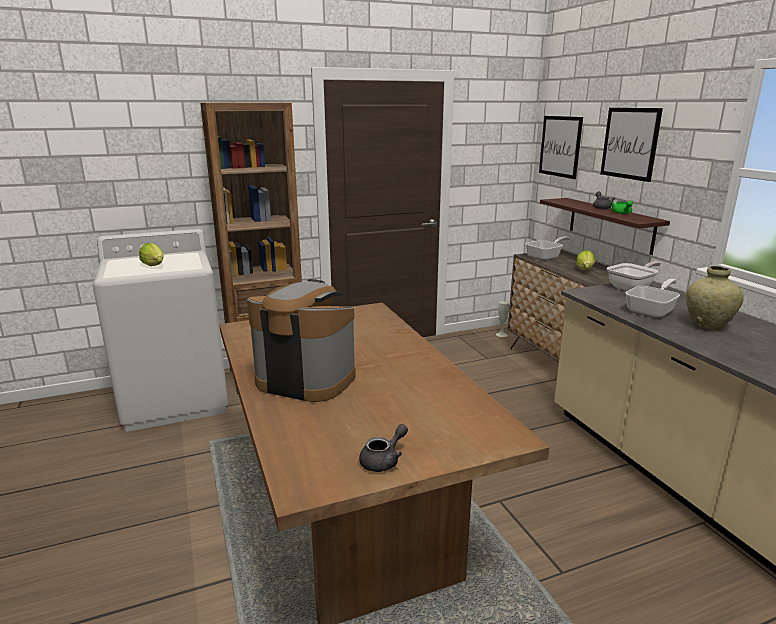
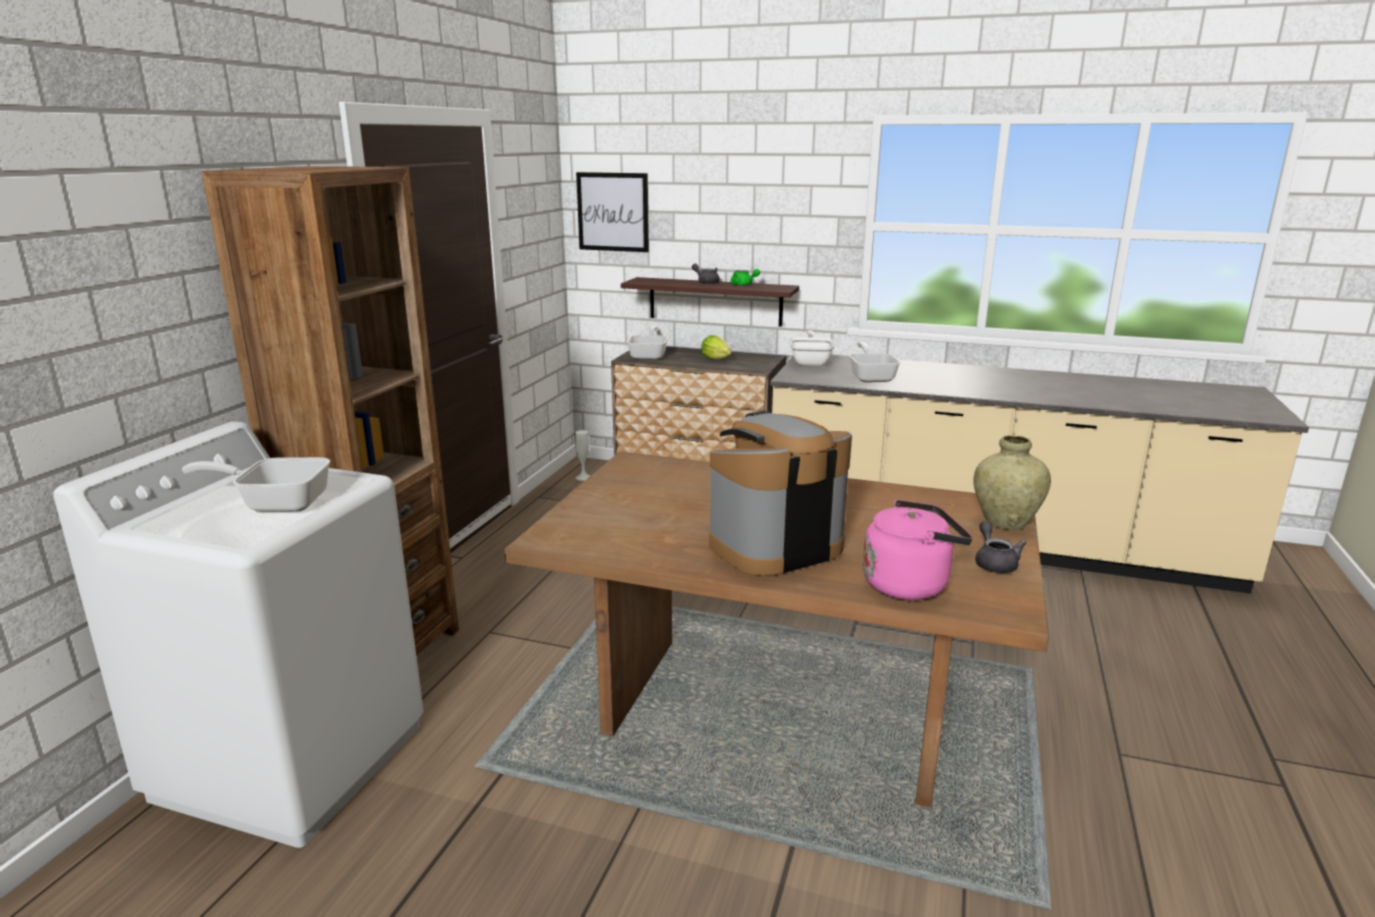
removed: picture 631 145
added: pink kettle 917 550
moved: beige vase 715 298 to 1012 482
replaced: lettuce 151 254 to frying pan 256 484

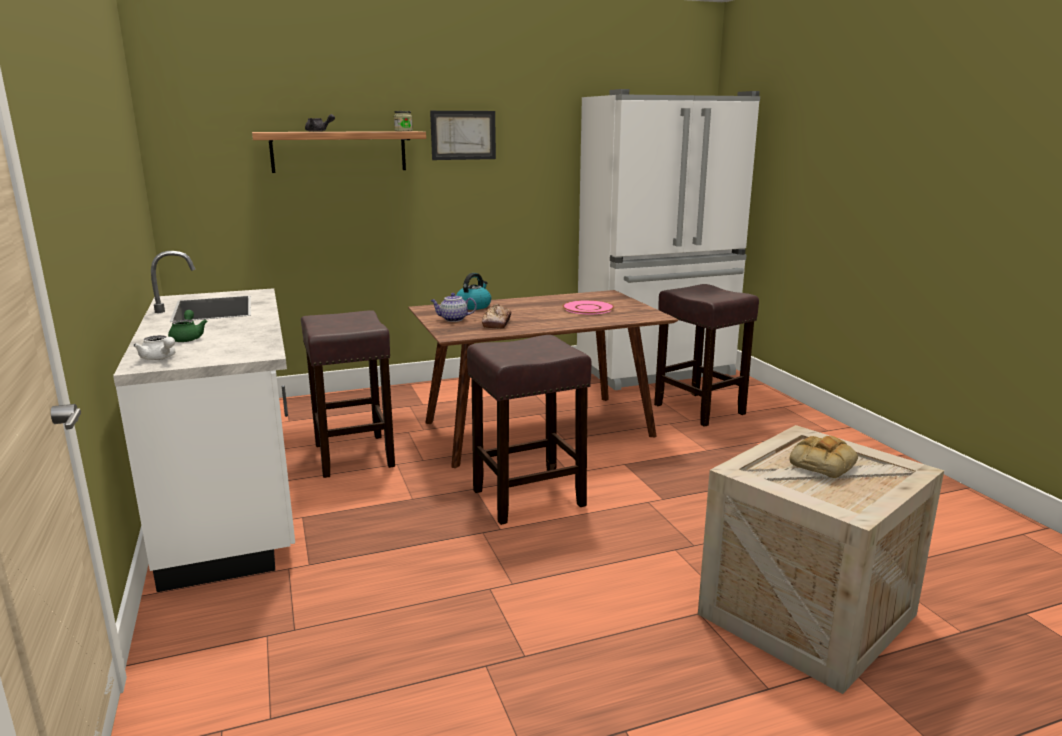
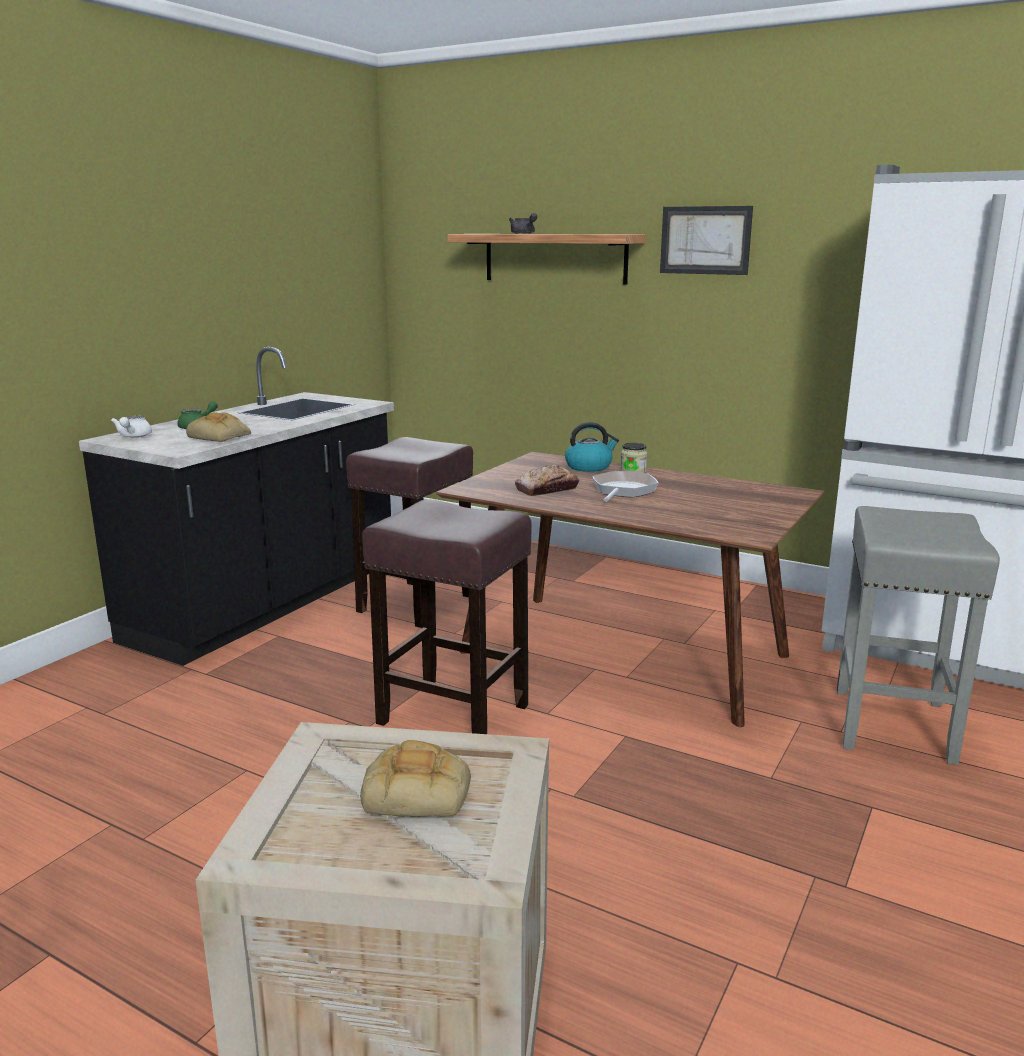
removed: teapot 453 307; pink plate 588 307
added: bread 218 427; frying pan 625 486
moved: jar 403 121 to 633 458
recoloured: white counter 204 421 to black counter 236 506; brown stool 706 355 to grey stool 918 635

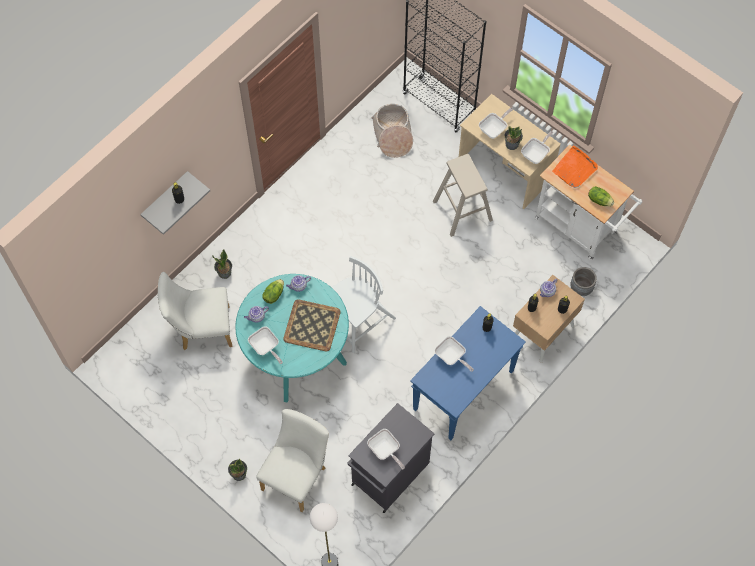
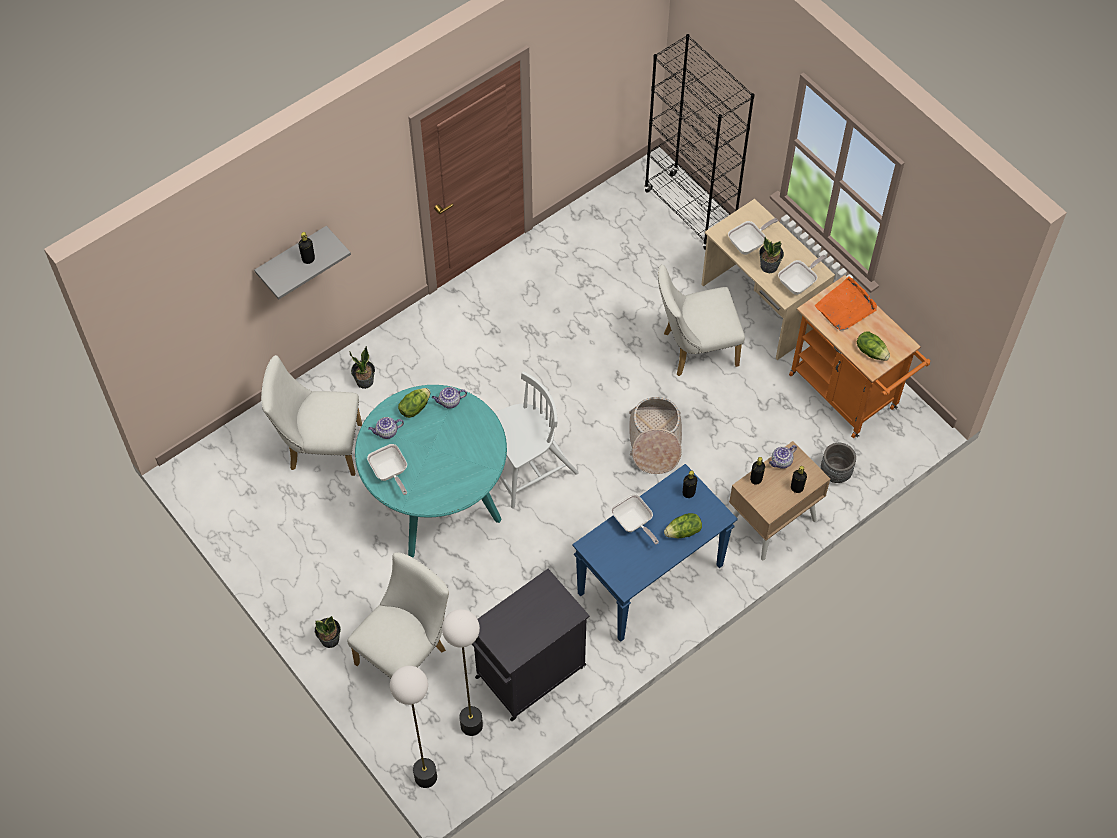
removed: tray 312 325; frying pan 386 449
added: lettuce 683 525; floor lamp 462 672
moved: basket 392 131 to 655 435
replaced: beige stool 463 195 to white chair 701 320
recoloured: white cart 588 202 to orange cart 859 356

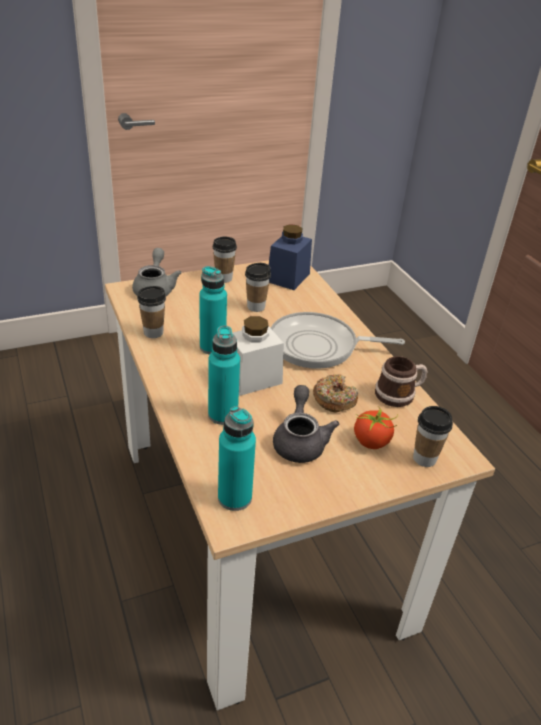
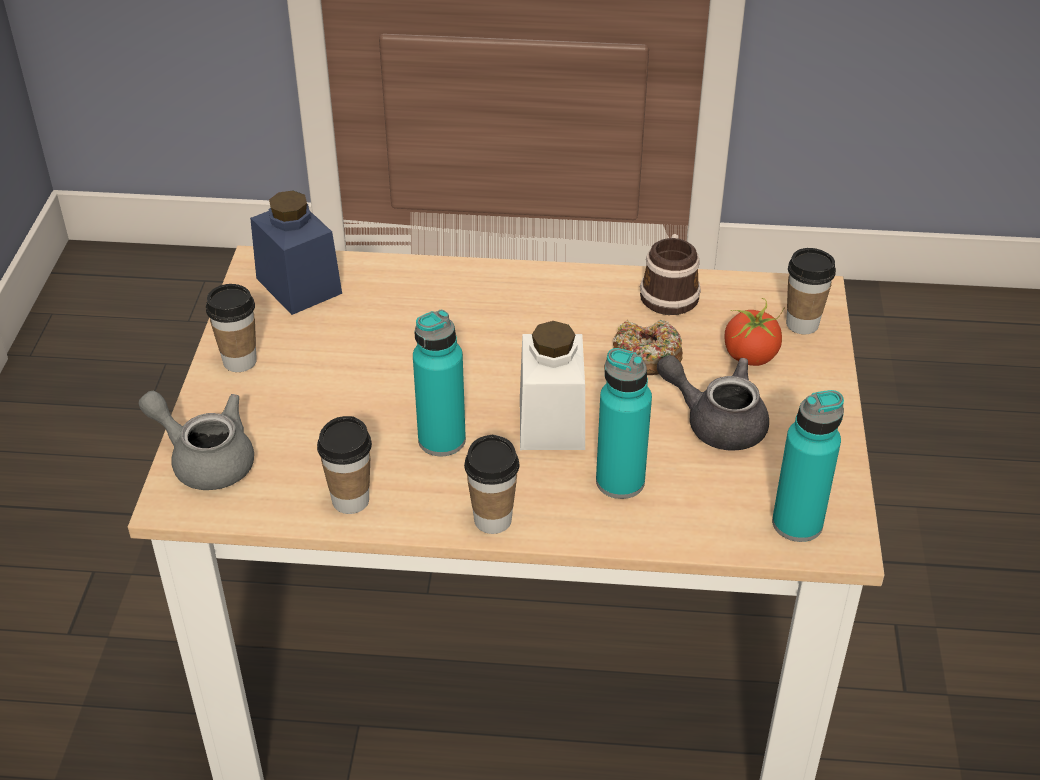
removed: frying pan 338 340
moved: cup 258 287 to 492 484

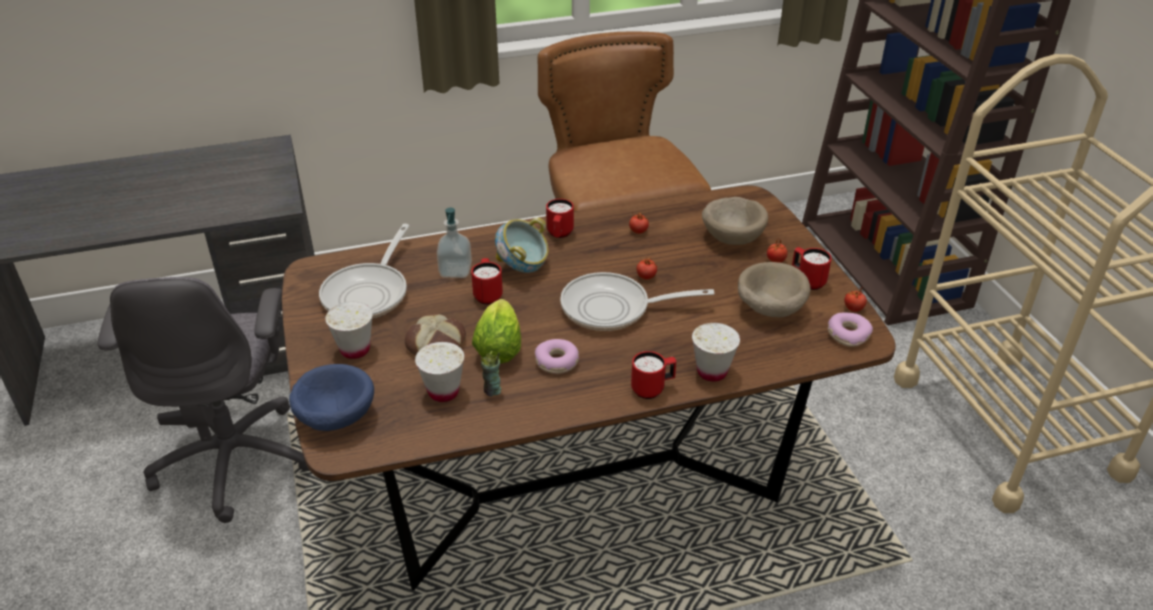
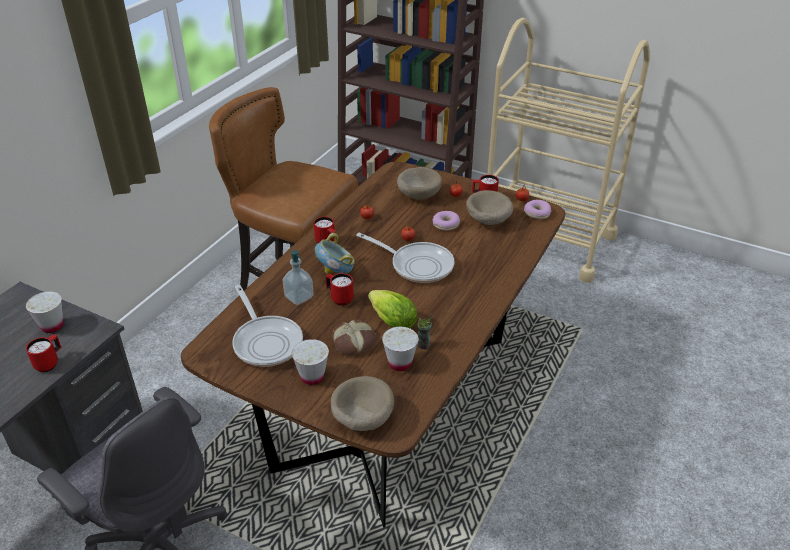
moved: white cup 716 352 to 44 312; donut 557 356 to 446 221; red mug 653 375 to 44 353
recoloured: blue bowl 331 397 to beige bowl 362 403
turned: frying pan 637 301 = 405 258 105 degrees counterclockwise

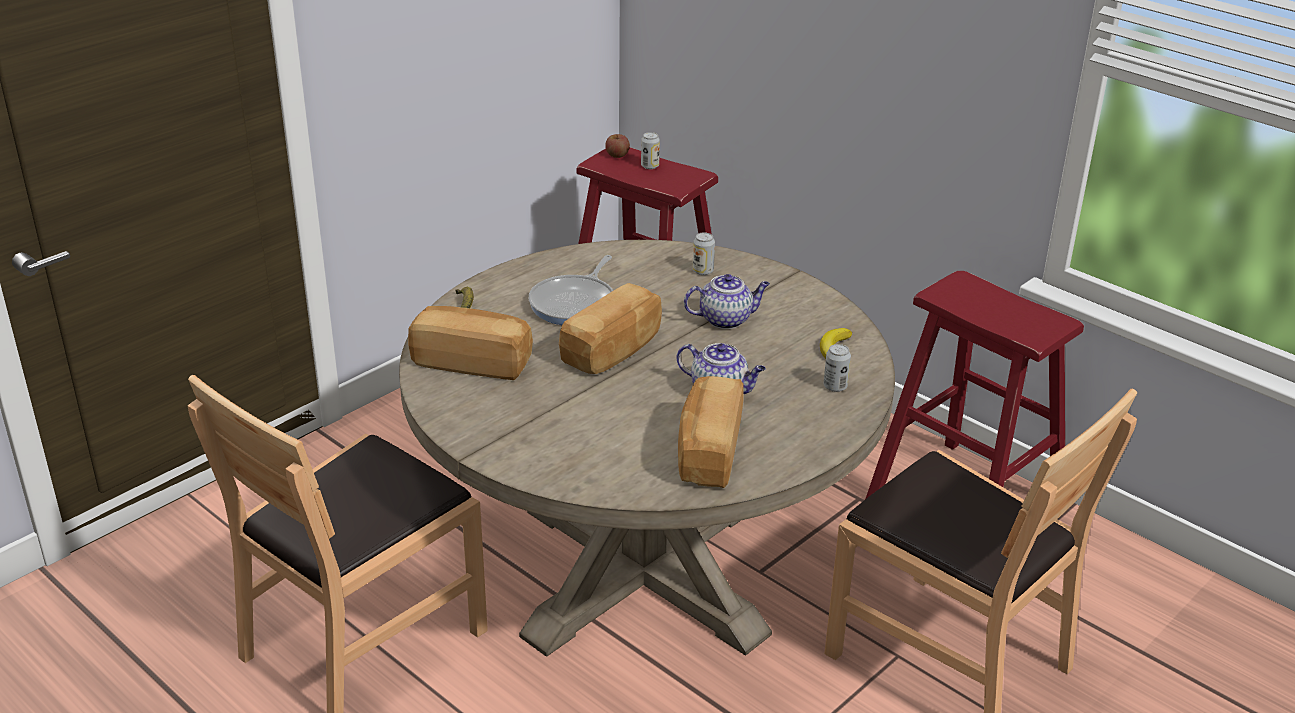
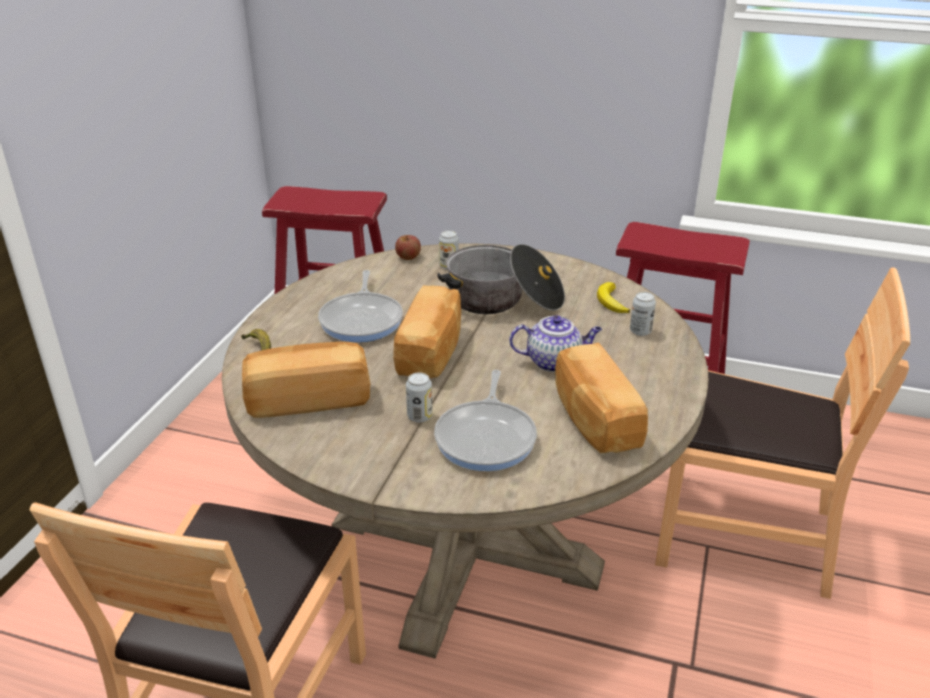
added: frying pan 485 420
moved: can 650 150 to 419 397; apple 617 146 to 408 247
replaced: teapot 727 301 to cooking pot 501 279

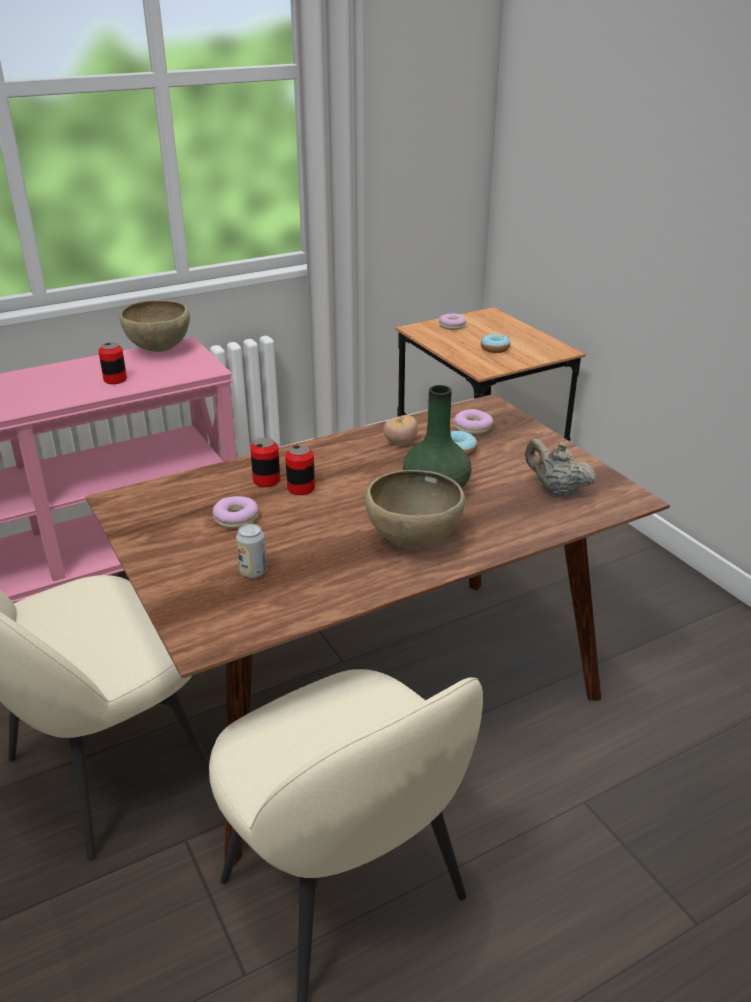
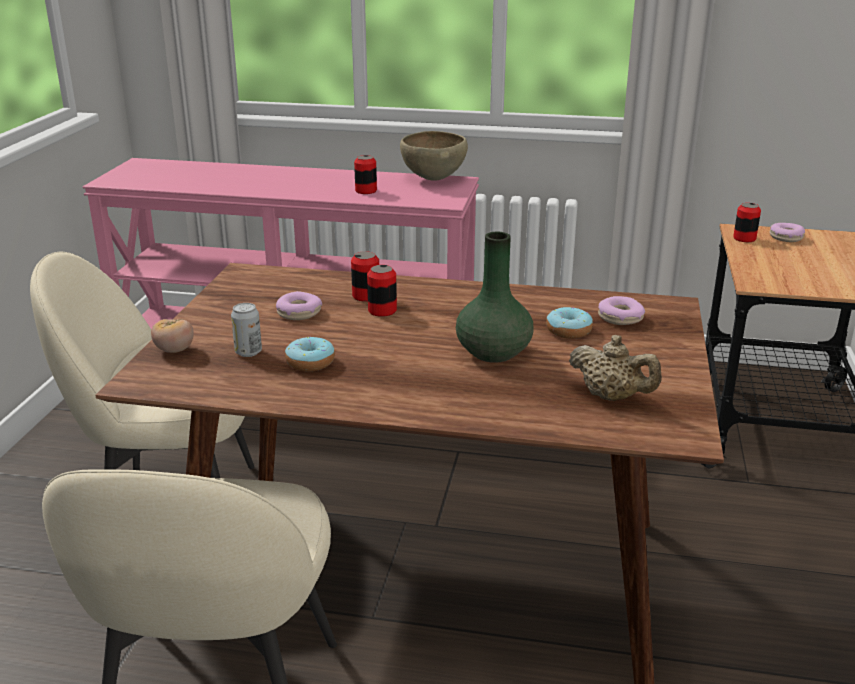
removed: brown bowl 415 509
added: can 747 222
moved: donut 495 343 to 310 354; tomato 400 429 to 172 336
turned: beige teapot 560 467 = 615 368 135 degrees clockwise

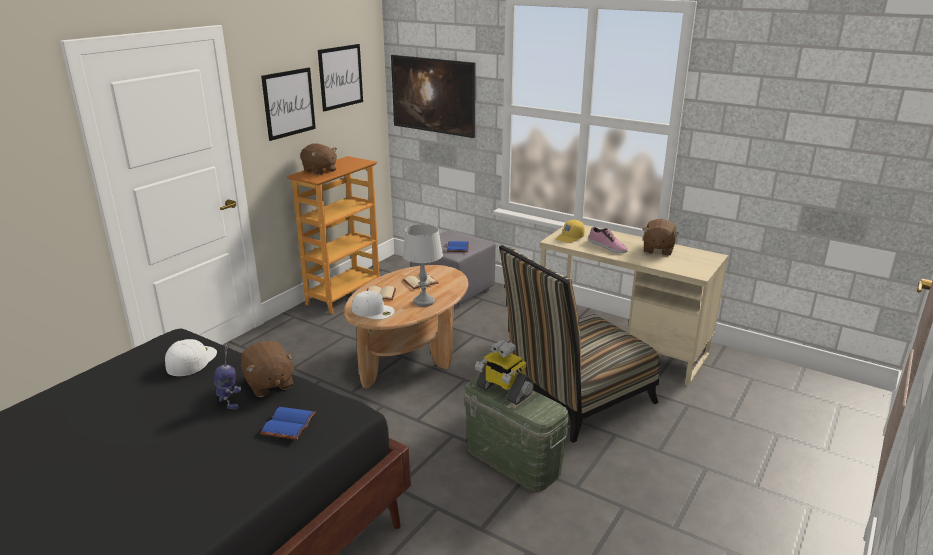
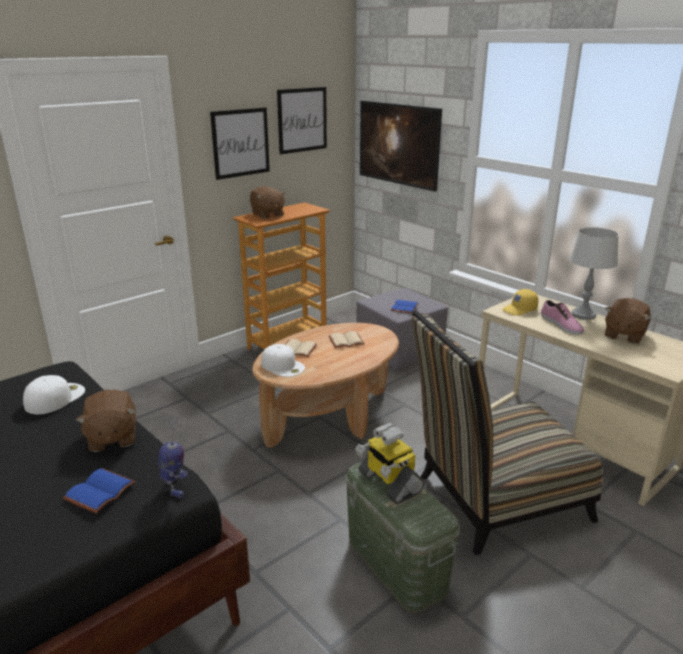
moved: grey table lamp 422 265 to 594 273; toy robot 227 375 to 173 457

